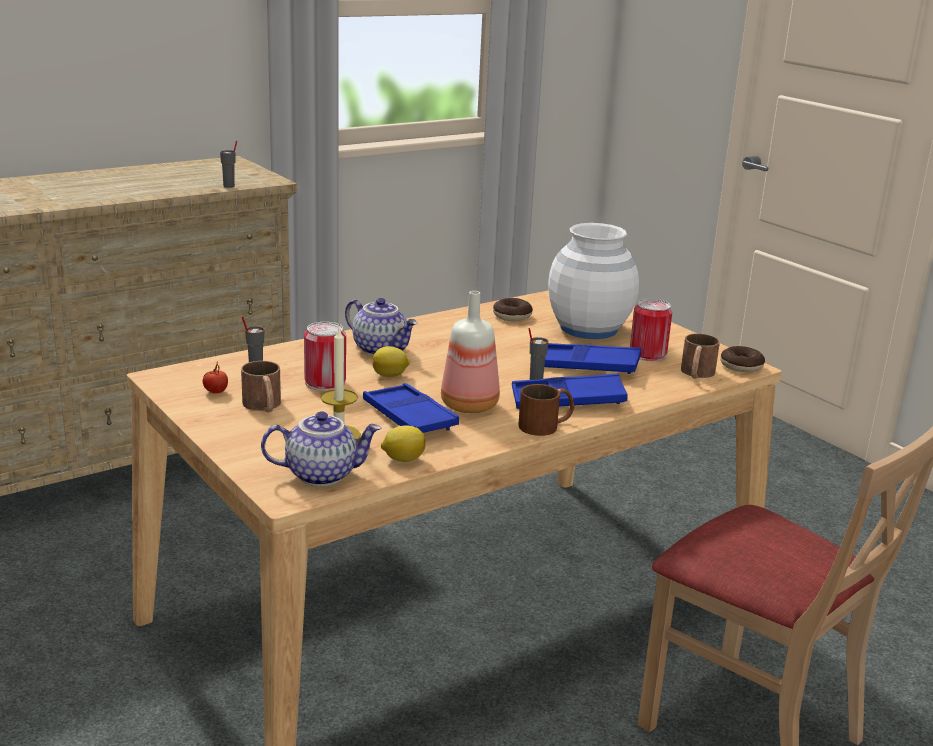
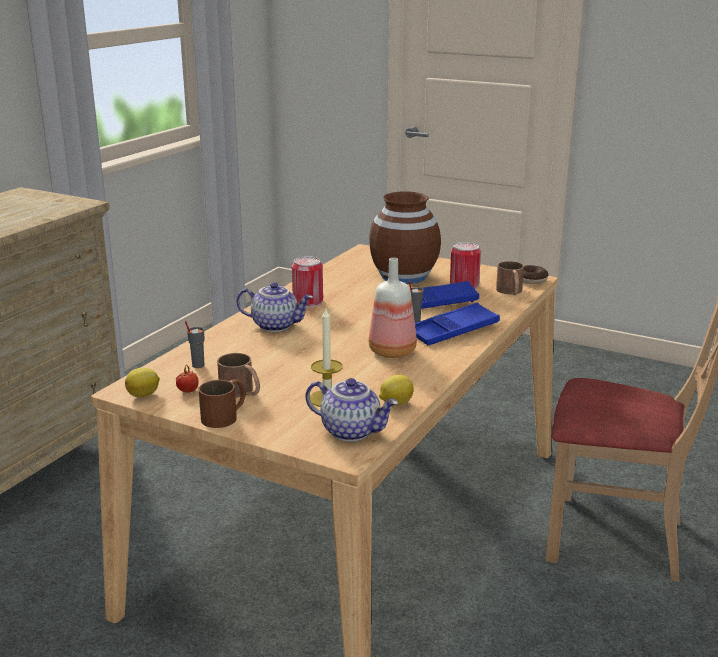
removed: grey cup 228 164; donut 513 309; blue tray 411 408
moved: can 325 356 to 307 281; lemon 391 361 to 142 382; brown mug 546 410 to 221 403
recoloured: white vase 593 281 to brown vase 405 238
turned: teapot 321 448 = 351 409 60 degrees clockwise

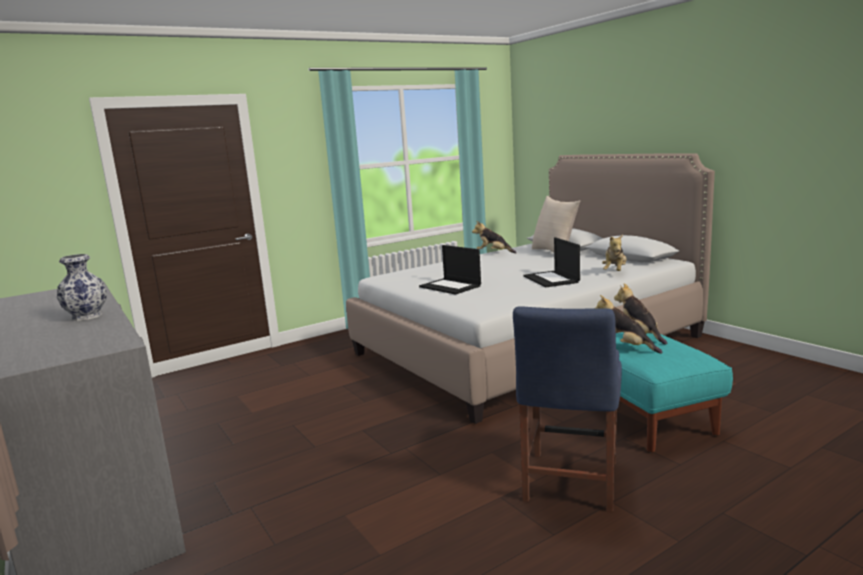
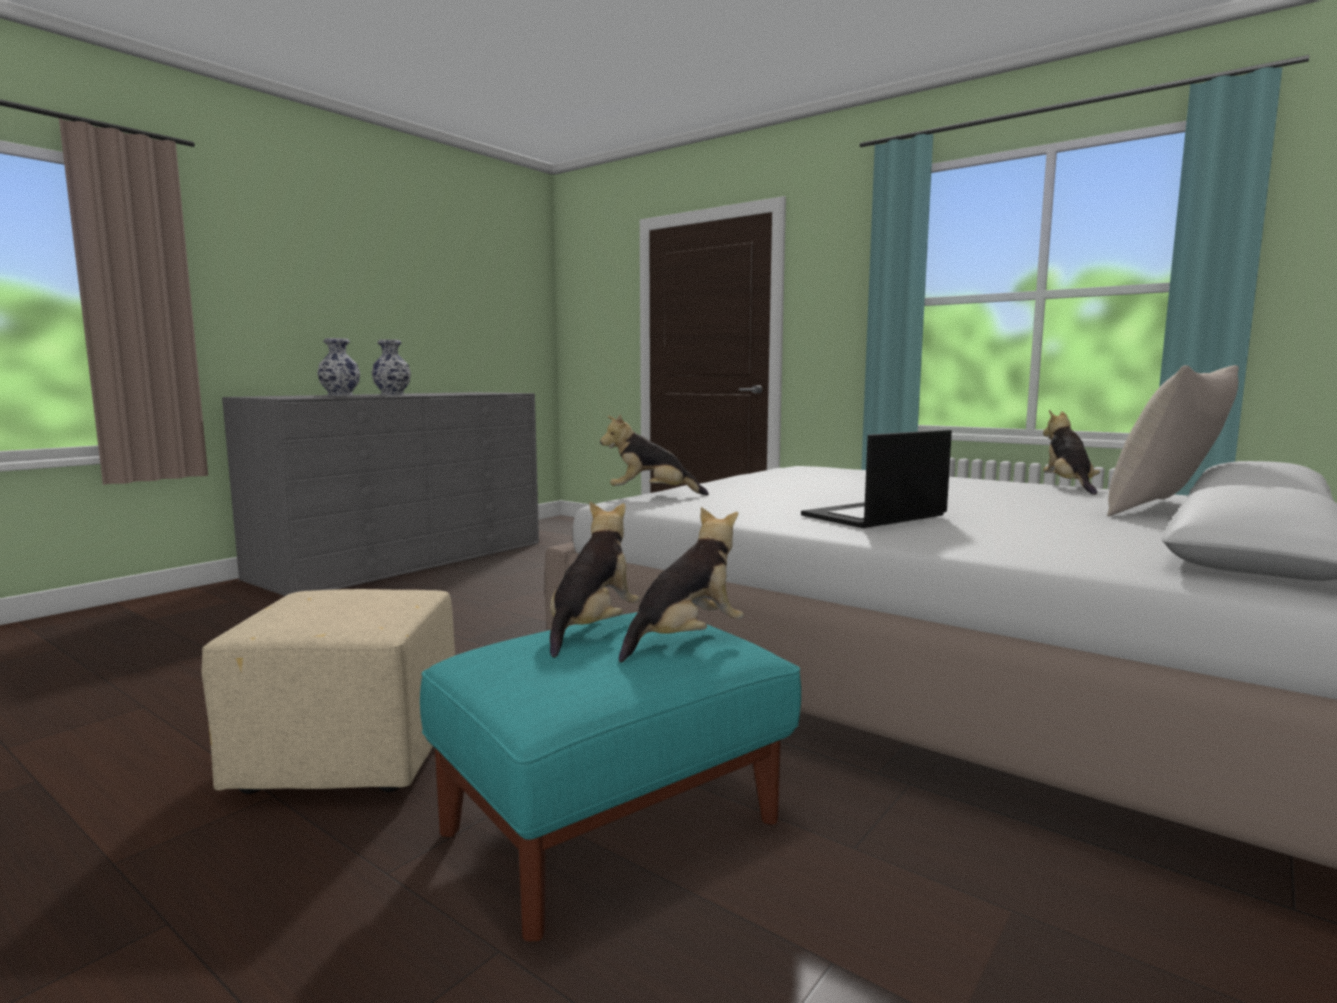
removed: laptop 450 270
added: vase 338 367
moved: plush toy 614 252 to 654 455
replaced: blue chair 567 409 to beige ottoman 328 691

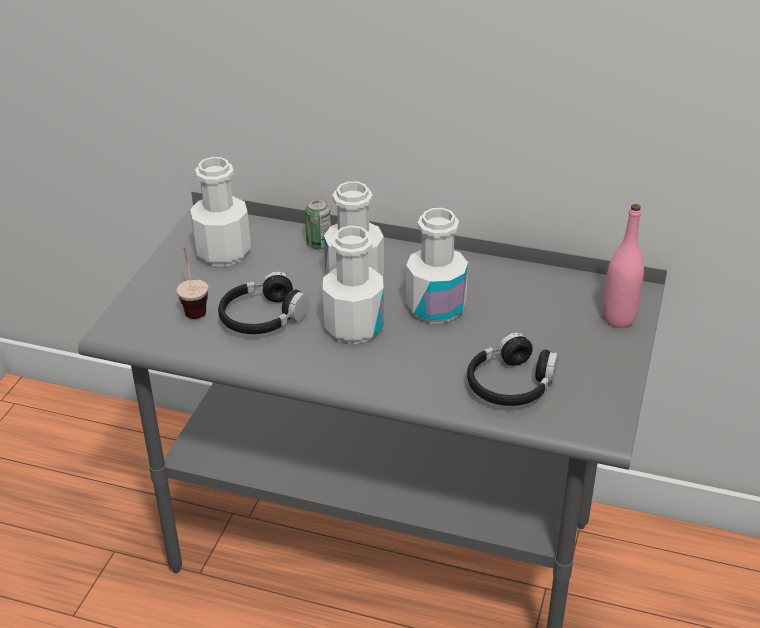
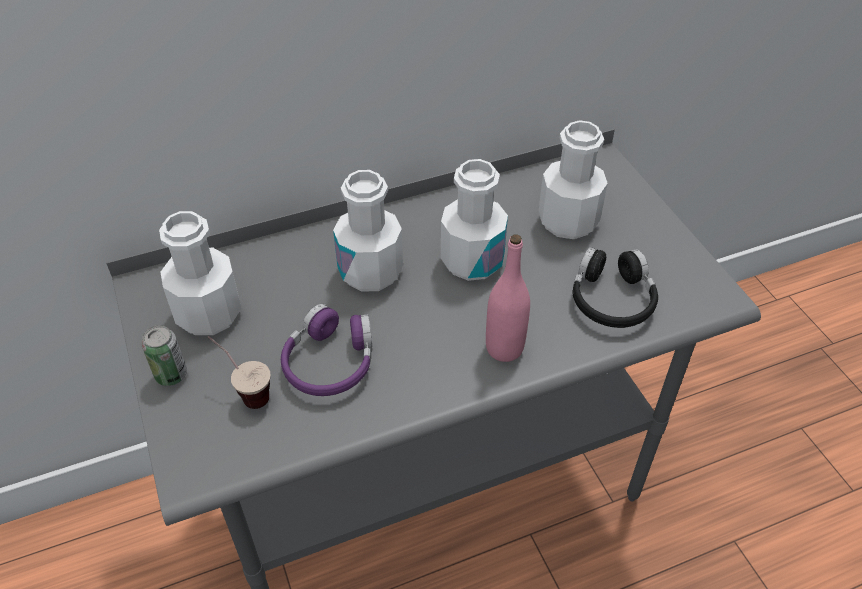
moved: can 318 223 to 164 355; pink bottle 623 266 to 508 298; white bottle 353 285 to 573 179
recoloured: black headphones 264 302 to purple headphones 326 350

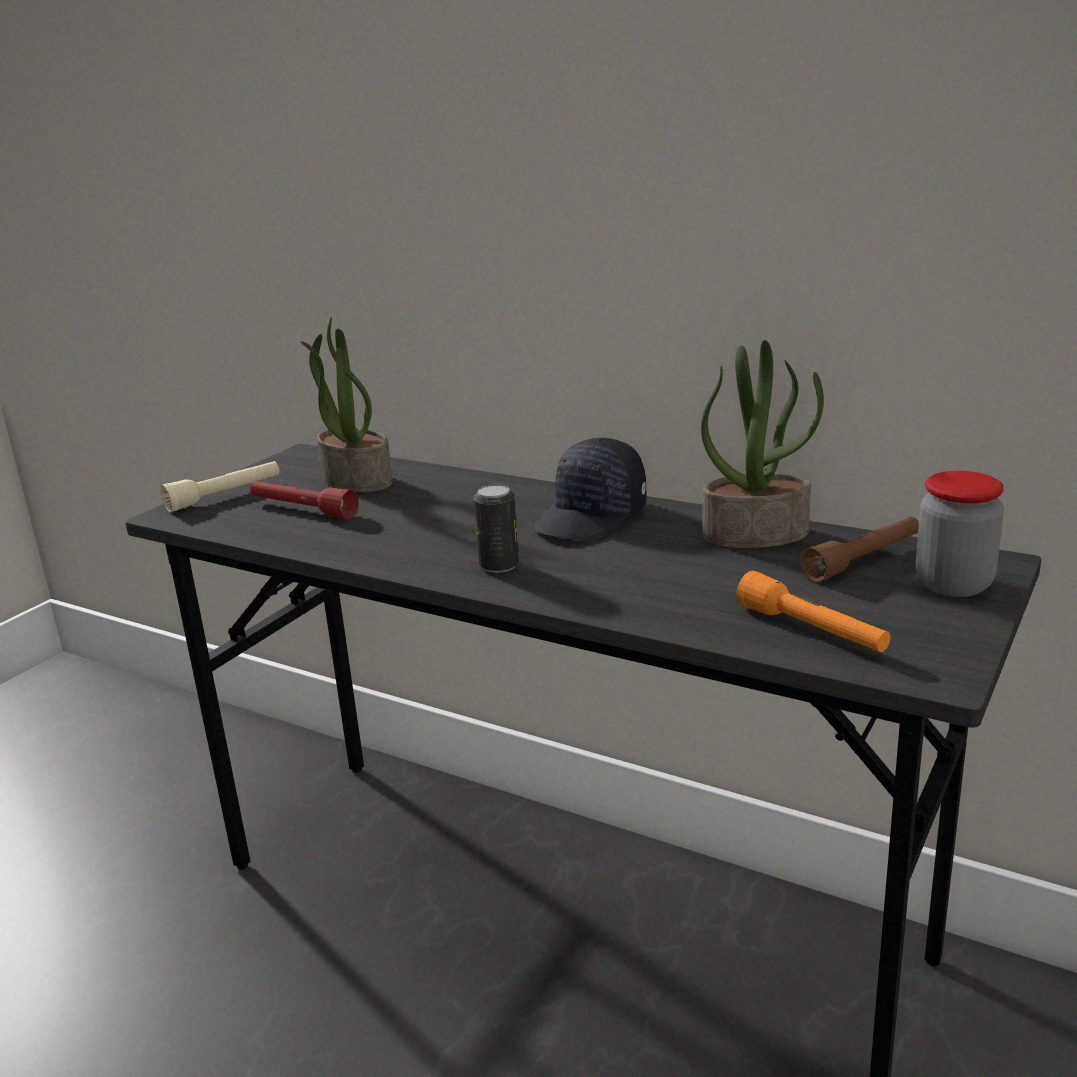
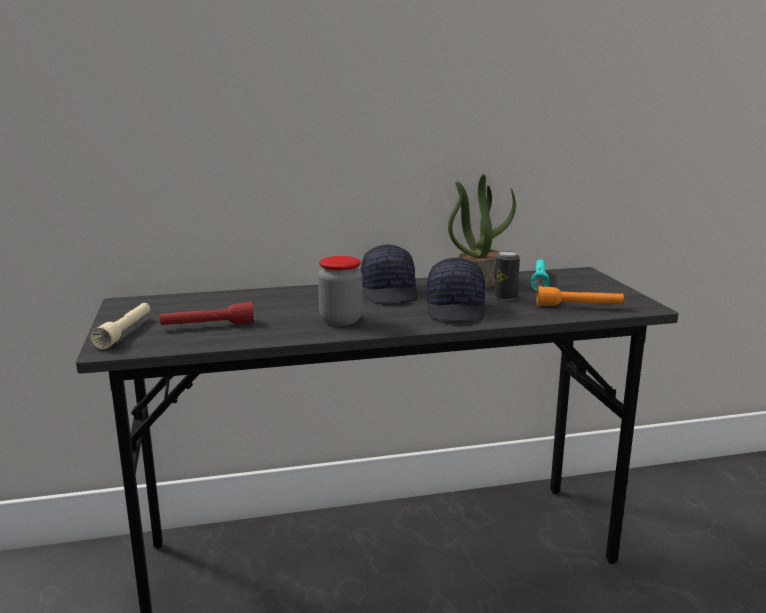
removed: potted plant 346 404
added: black cap 455 289
moved: jar 960 534 to 340 291; can 496 529 to 507 275
recoloured: brown flashlight 859 549 to turquoise flashlight 540 275

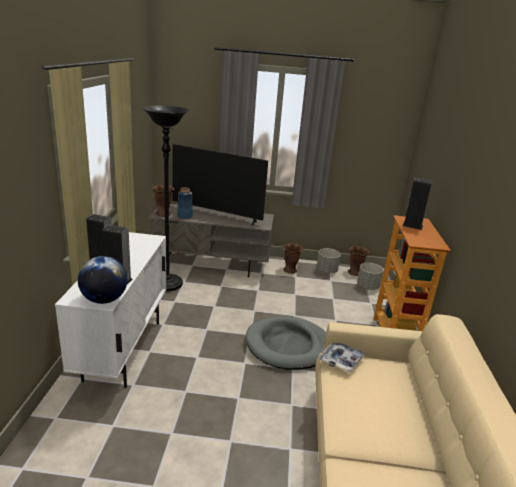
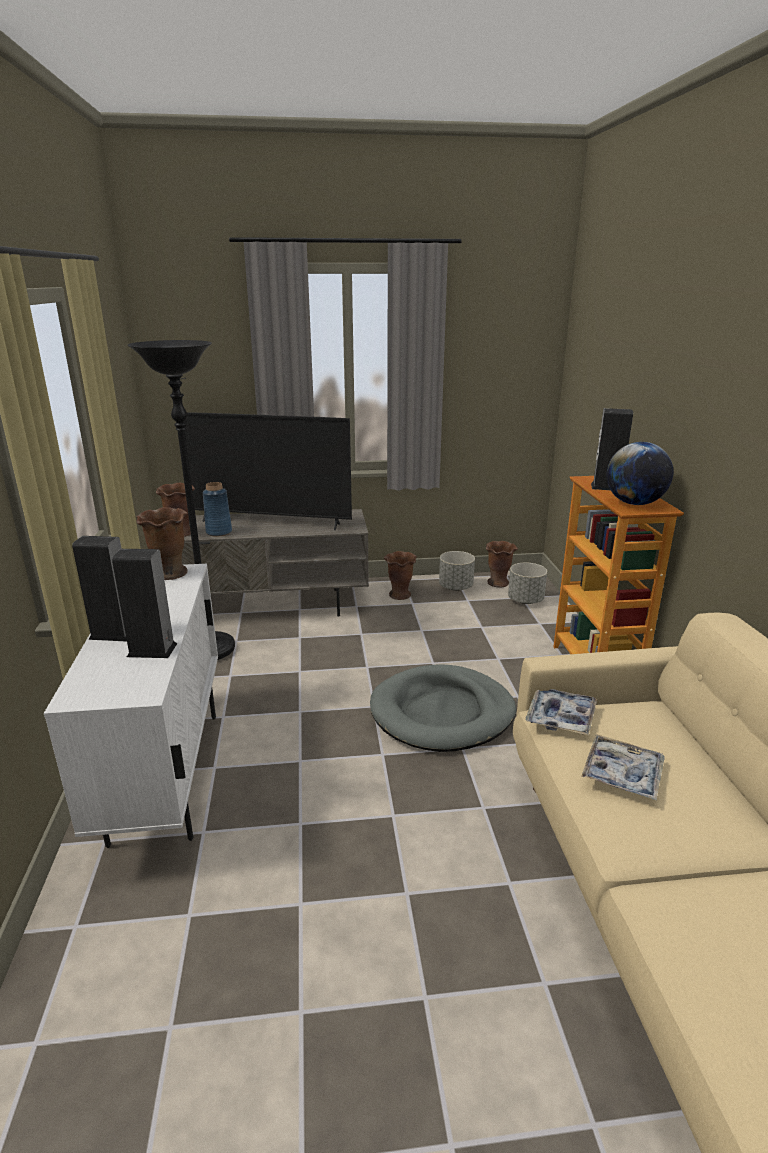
added: brown vase 162 543; tray 623 767
moved: globe 103 280 to 640 473

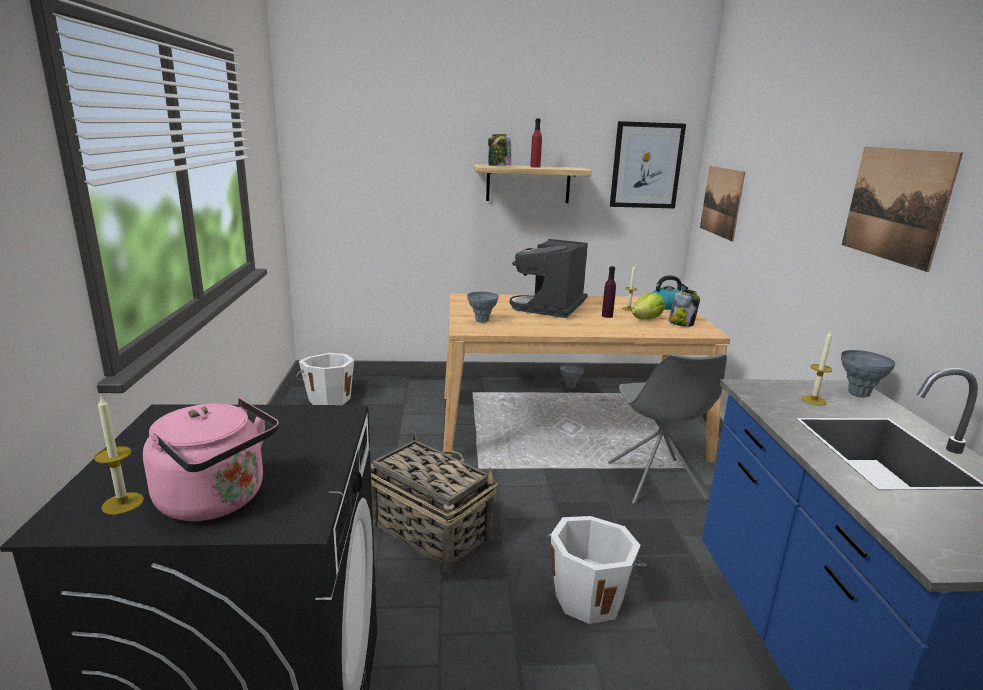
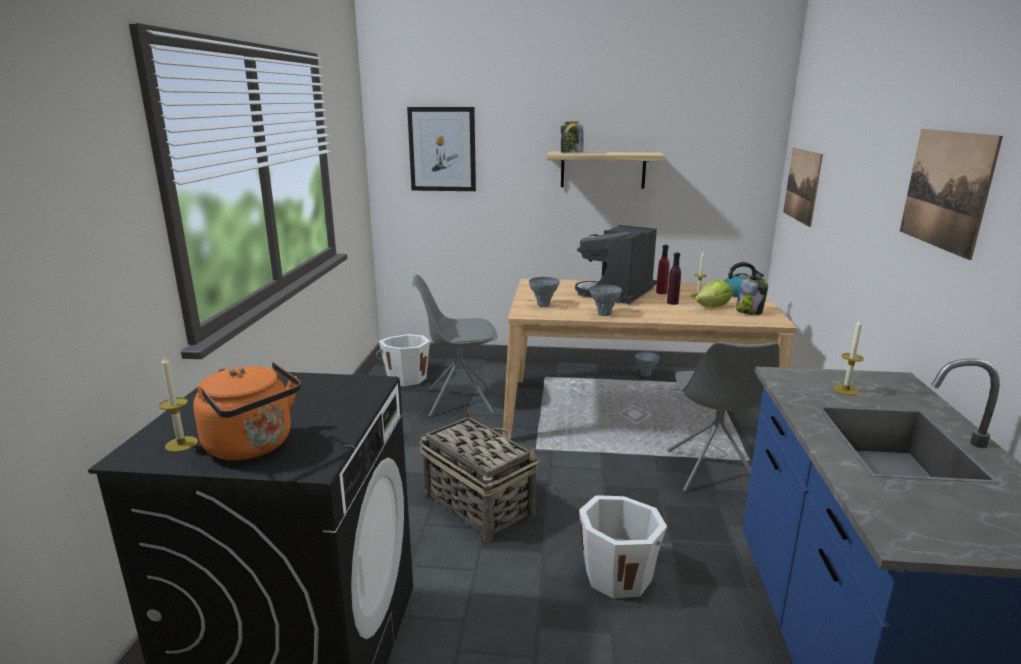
added: grey chair 454 345
moved: red bottle 536 143 to 663 269; picture 648 164 to 441 149; grey vase 868 373 to 606 300
recoloured: pink kettle 211 459 to orange kettle 247 411

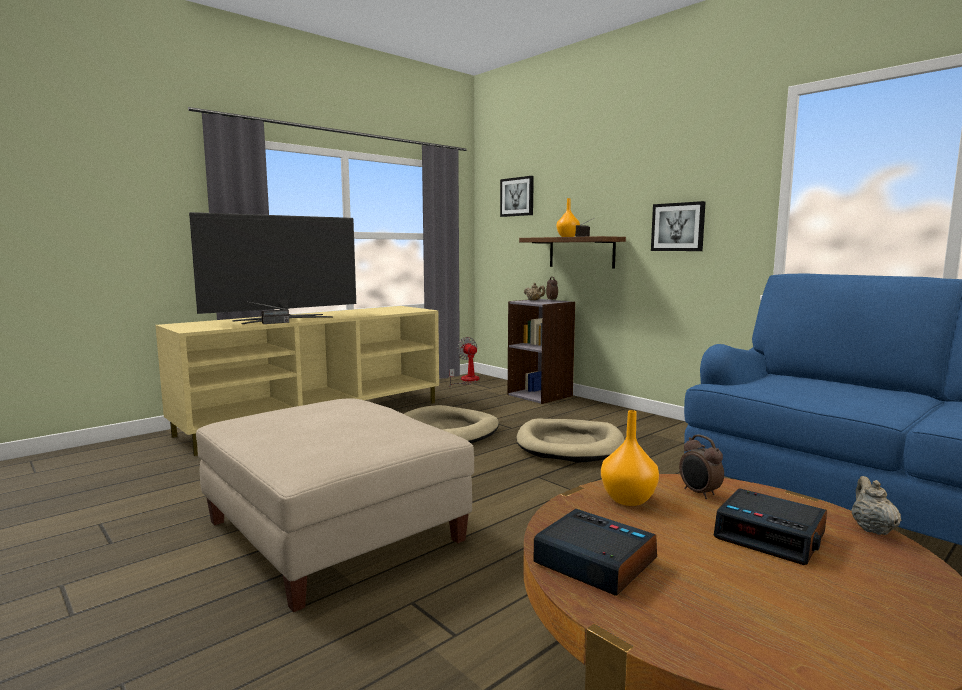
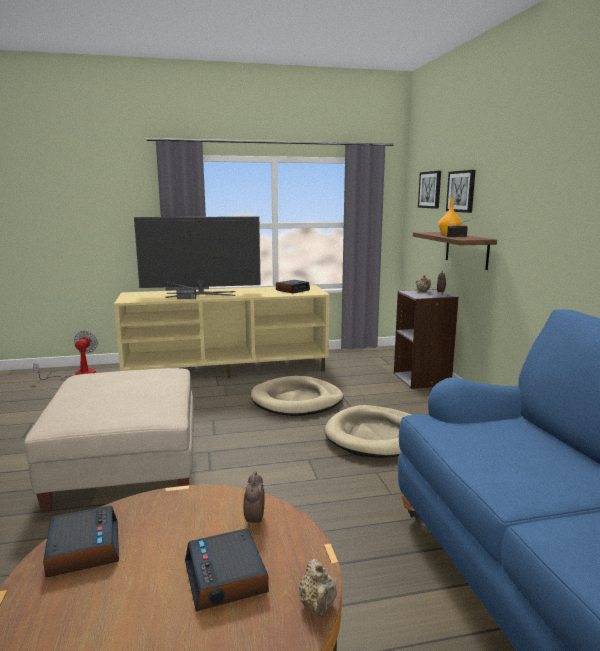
removed: orange vase 630 458
added: alarm clock 293 286
moved: picture 678 226 to 461 191; fan 464 362 to 65 355
turned: beige teapot 876 505 = 318 588 135 degrees clockwise

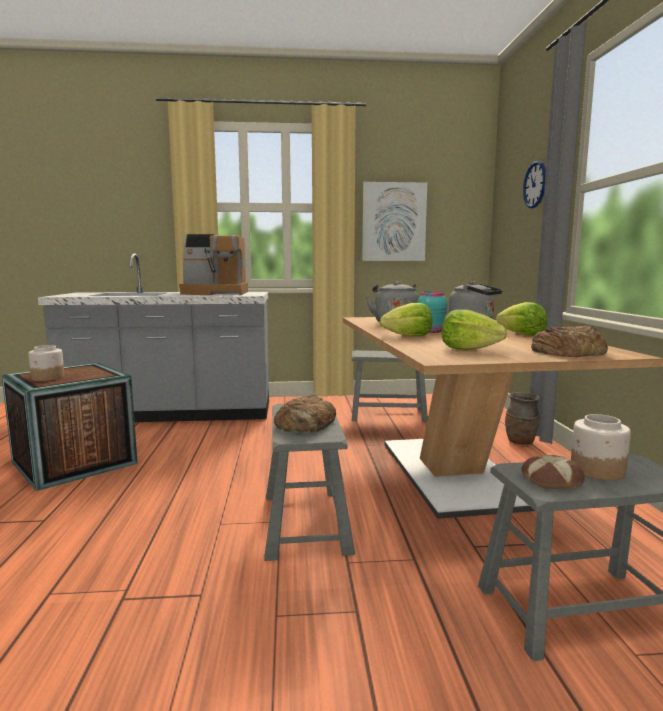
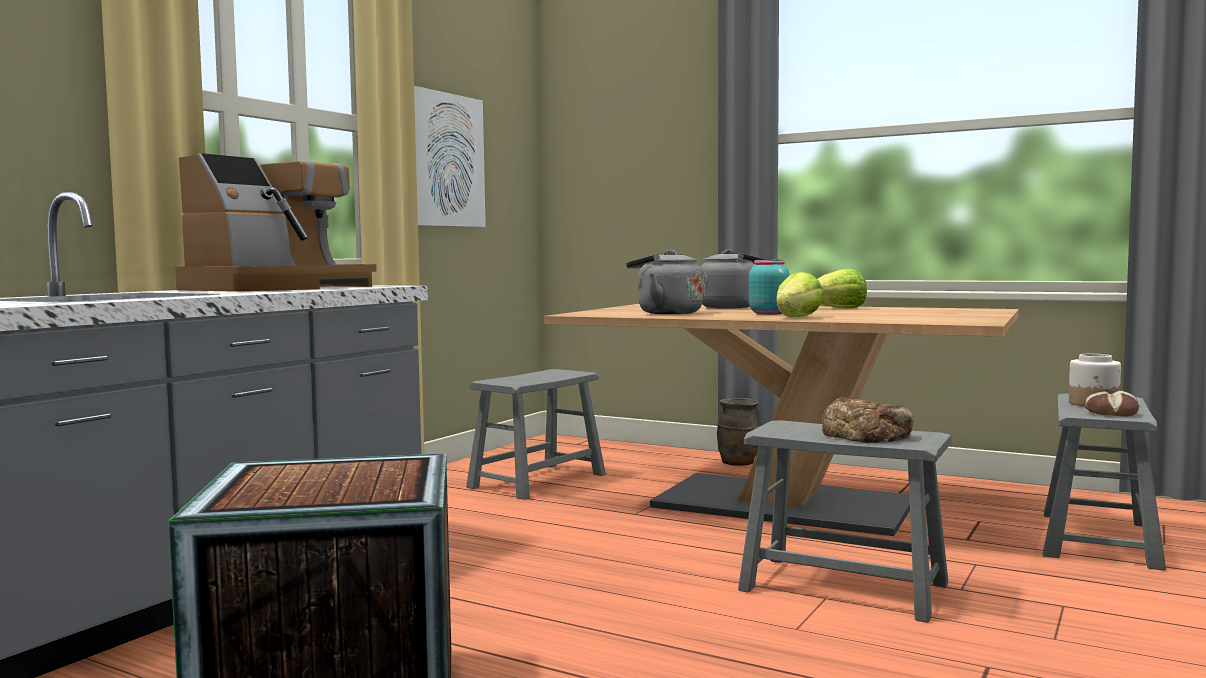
removed: wall clock 534 184; lettuce 474 329; bread 569 341; jar 46 363

